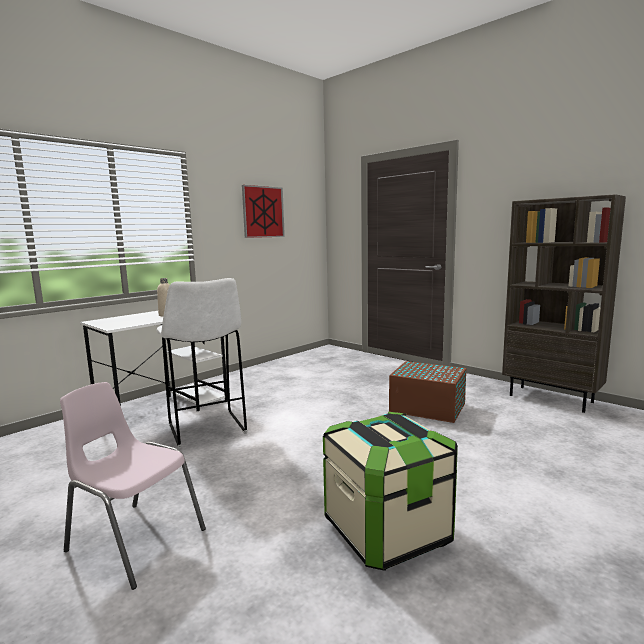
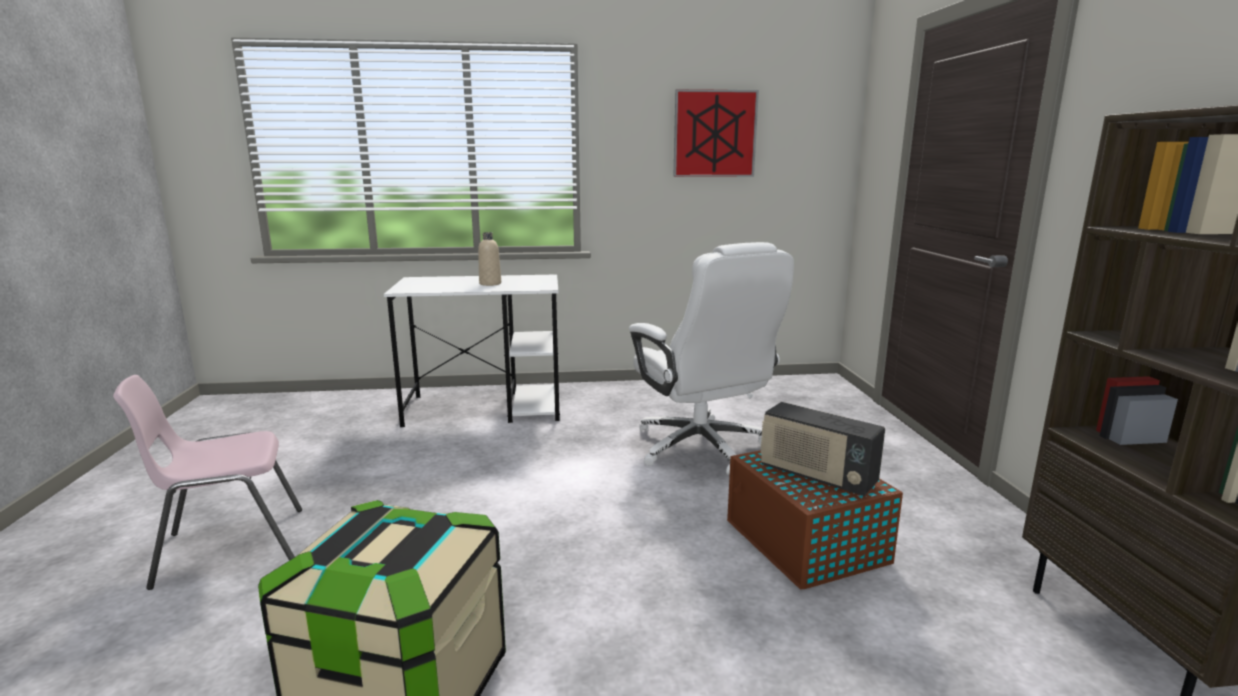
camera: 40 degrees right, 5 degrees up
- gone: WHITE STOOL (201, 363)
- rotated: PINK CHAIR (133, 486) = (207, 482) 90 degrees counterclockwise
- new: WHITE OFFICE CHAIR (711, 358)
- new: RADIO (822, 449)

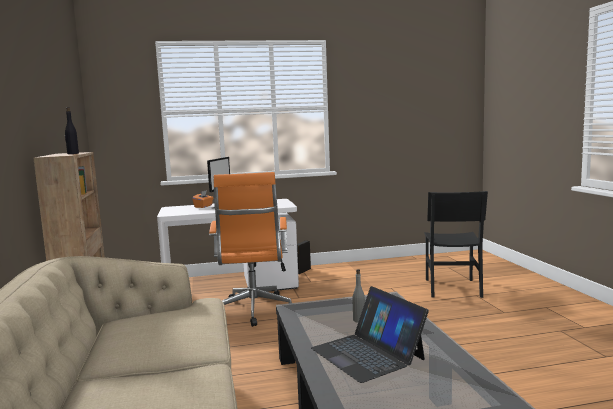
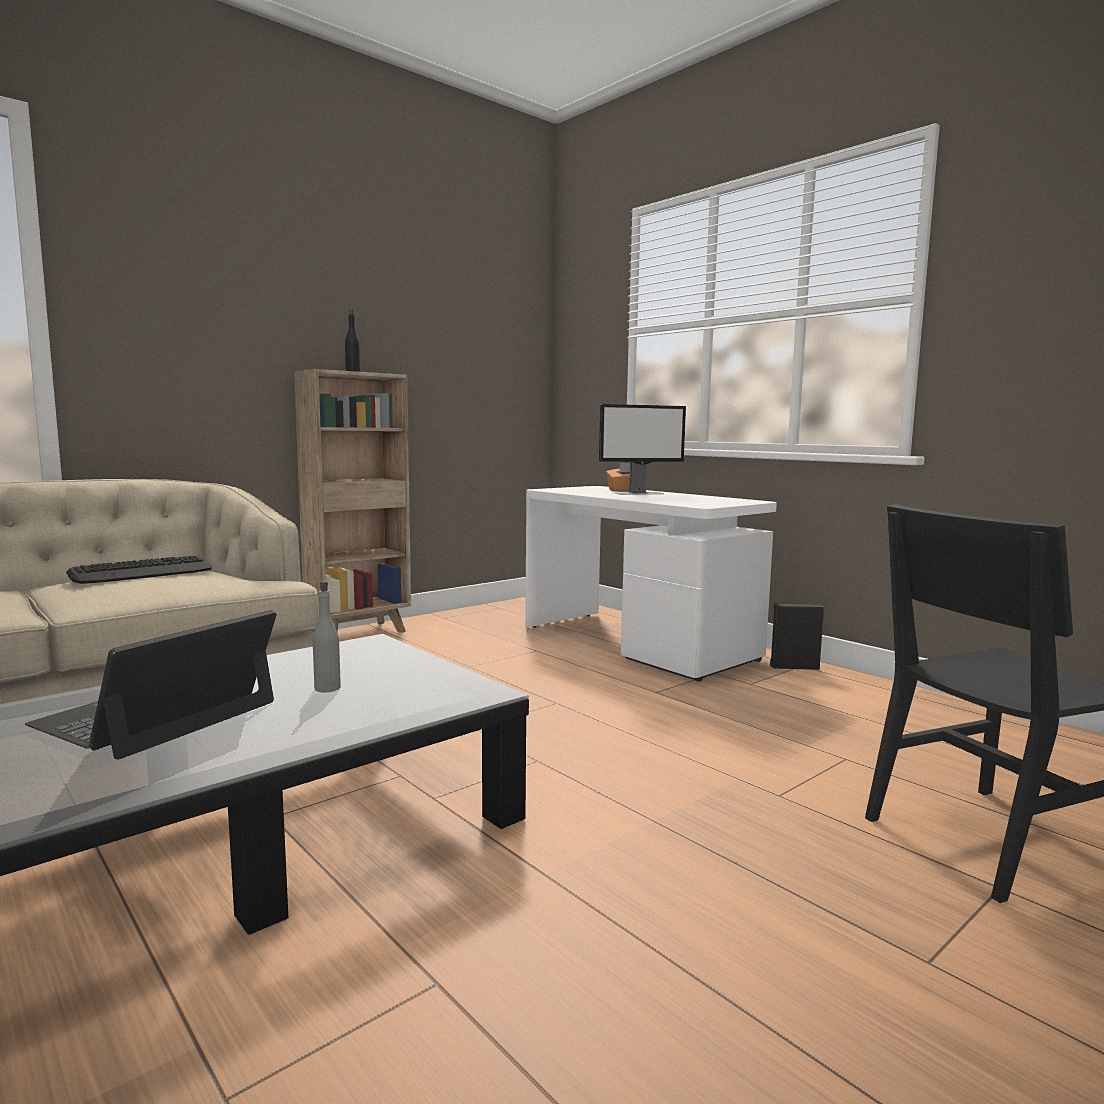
camera: 60 degrees right, 0 degrees up
- gone: ORANGE OFFICE CHAIR (250, 249)
- new: KEYBOARD (139, 570)

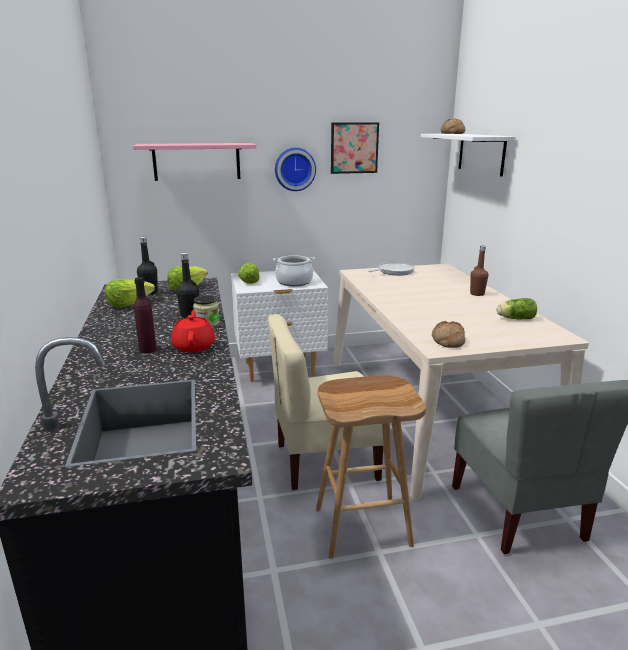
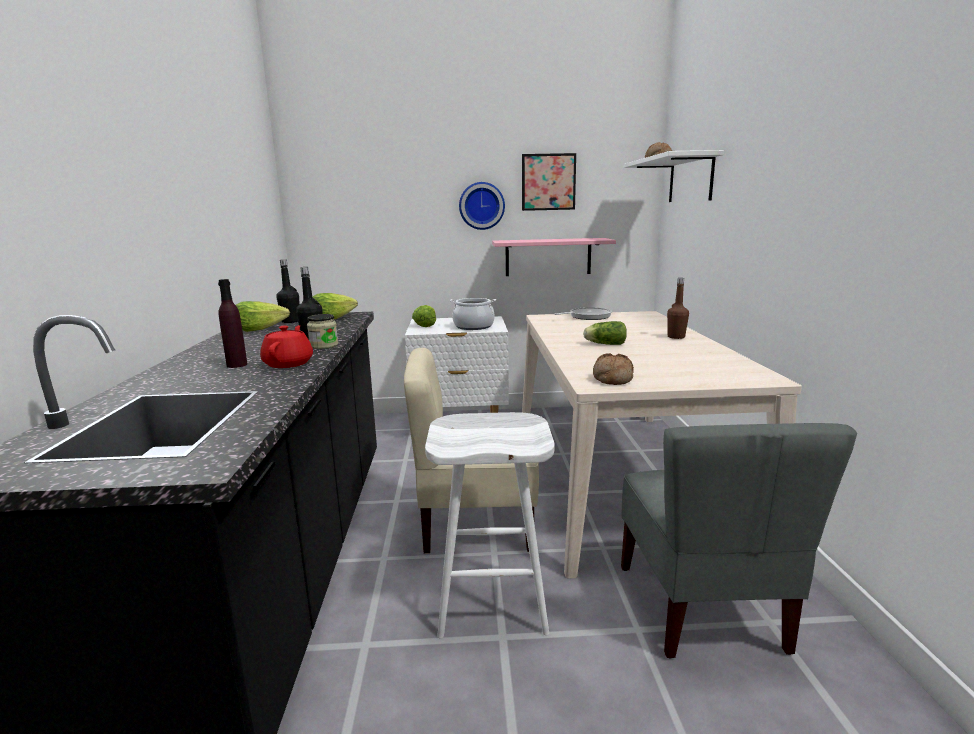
camera: 10 degrees right, 5 degrees down
- shifted: PINK SHELF (194, 162) to (554, 257)
- shifted: LETTUCE (517, 308) to (605, 333)
- repainted: BROWN STOOL (371, 467) to WHITE STOOL (490, 525)

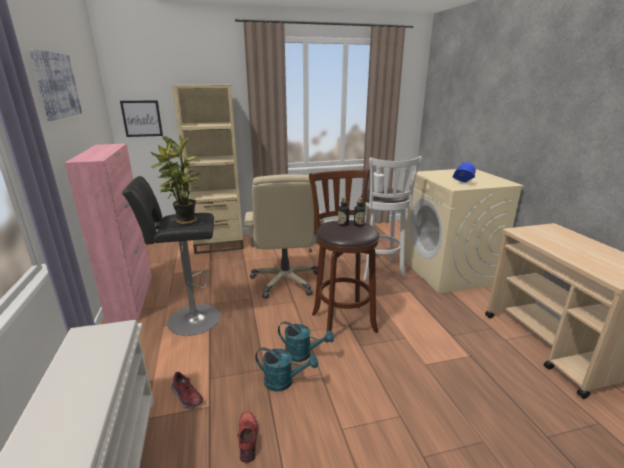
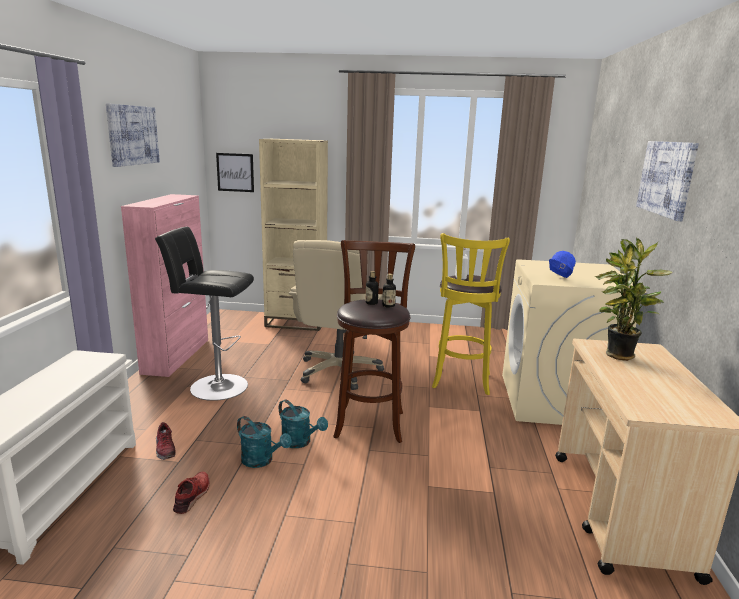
camera: 20 degrees right, 5 degrees down
- shifted: POTTED PLANT (175, 180) to (634, 299)
- repainted: WHITE STOOL (388, 218) to YELLOW STOOL (471, 314)
- new: PICTURE (667, 181)

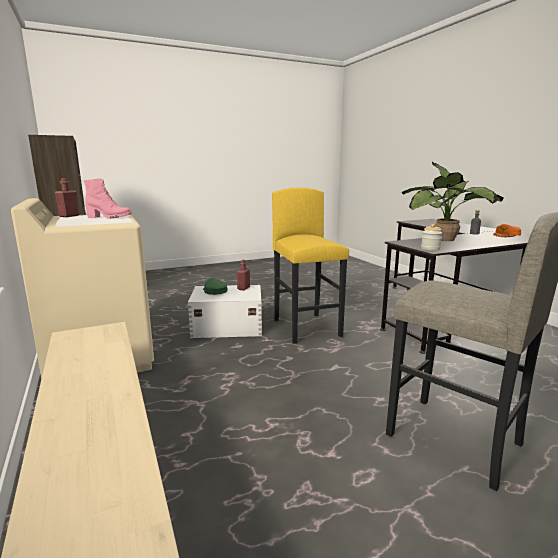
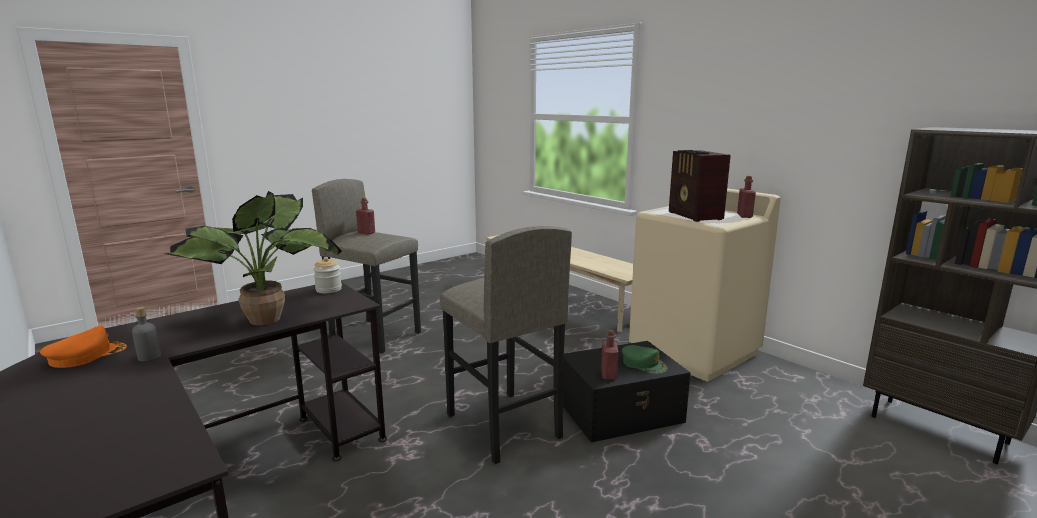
camera: 165 degrees right, 0 degrees up
- swapped: PINK BOOT (108, 198) to RADIO (700, 186)
- repainted: YELLOW STOOL (310, 265) to GREY STOOL (506, 345)
- repainted: WHITE STORAGE BOX (225, 311) to BLACK STORAGE BOX (627, 392)
- new: RED BOTTLE (365, 216)

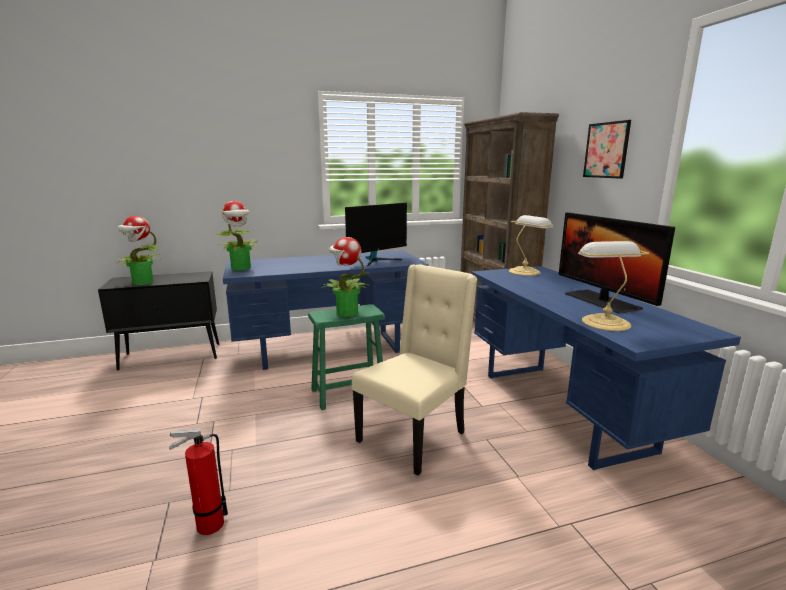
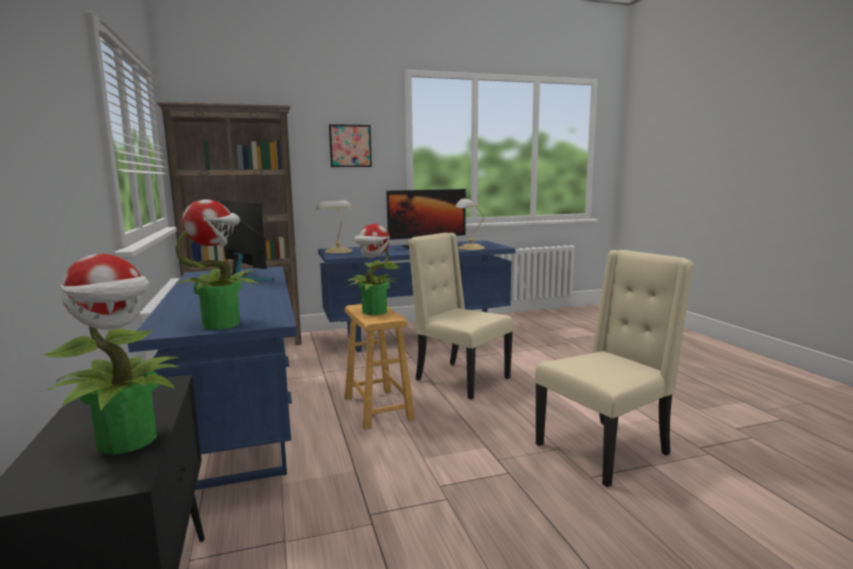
camera: 90 degrees left, 5 degrees down
- repainted: GREEN STOOL (346, 357) to BROWN STOOL (379, 366)
- swapped: FIRE EXTINGUISHER (198, 482) to BEIGE CHAIR (614, 368)

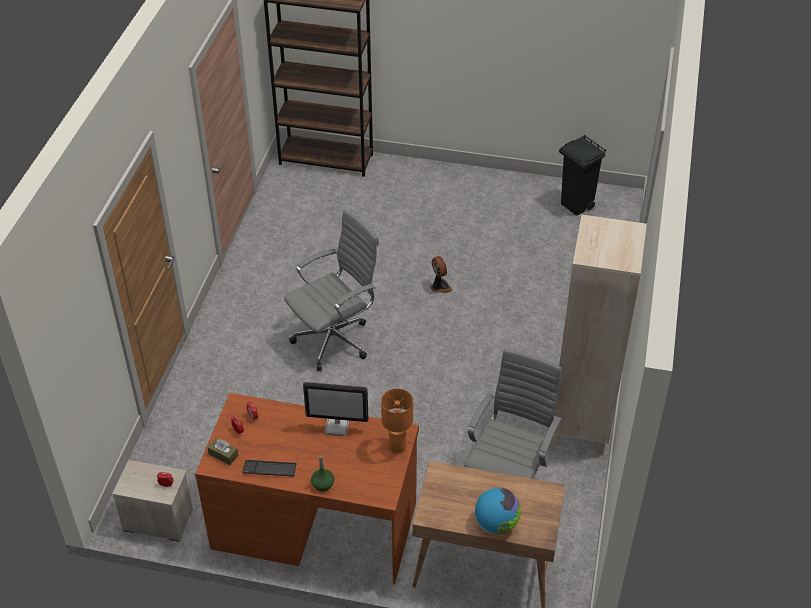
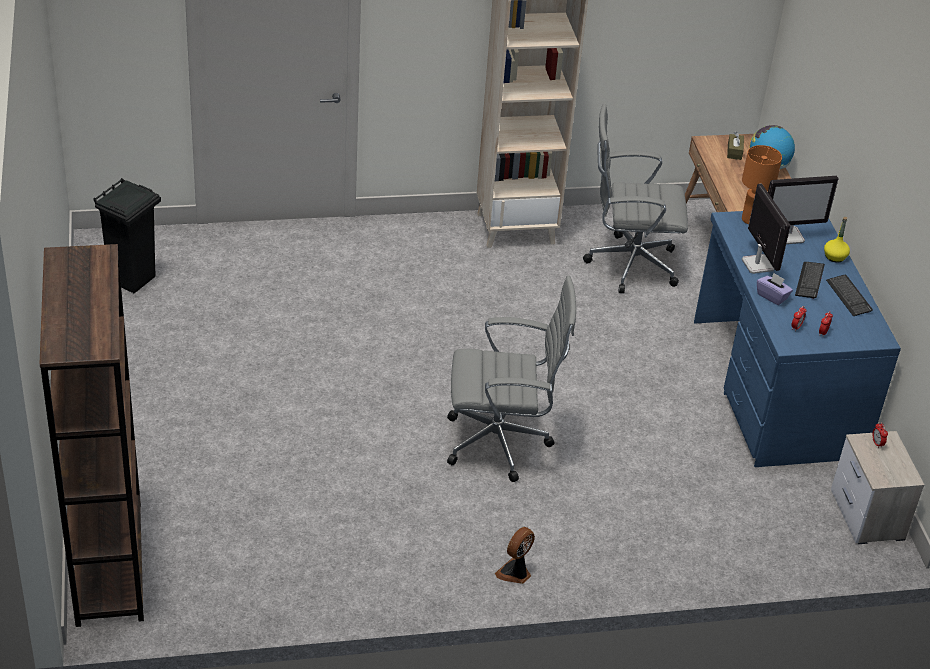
camera: 115 degrees left, 5 degrees down
- rotated: GREY OFFICE CHAIR (331, 290) = (511, 379) 150 degrees clockwise
- shifted: FAN (441, 274) to (515, 555)
- repainted: BROWN DESK (307, 488) to BLUE DESK (797, 339)
- shifted: BROWN TISSUE BOX (222, 451) to (735, 146)
- repainted: GREEN BOTTLE (322, 473) to YELLOW BOTTLE (837, 240)
- new: MONITOR (803, 210)
- new: KEYBOARD (810, 280)
- new: PURPLE TISSUE BOX (775, 289)

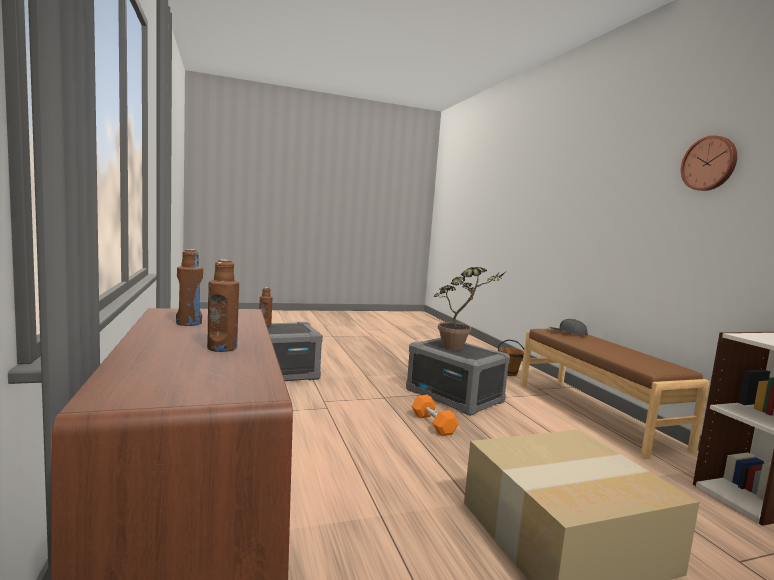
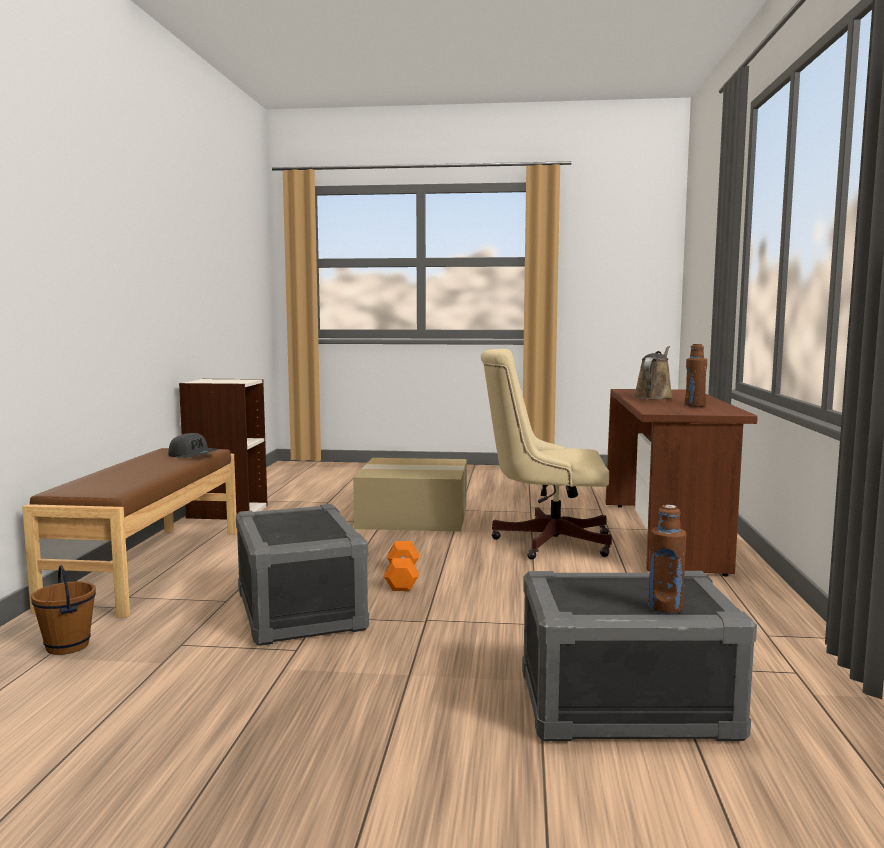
camera: 155 degrees left, 0 degrees up
- gone: WALL CLOCK (709, 163)
- swapped: BROWN BOTTLE (223, 306) to BROWN WATERING CAN (653, 372)
- gone: POTTED PLANT (469, 308)
- shifted: GREY CAP (569, 327) to (193, 445)
- new: BEIGE OFFICE CHAIR (546, 454)

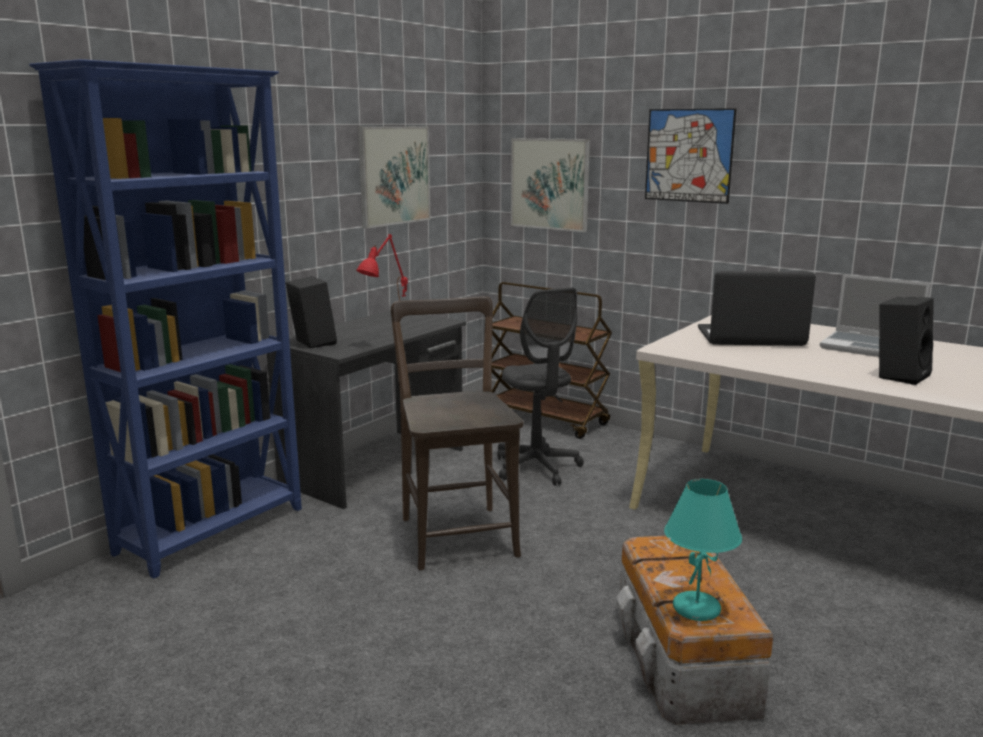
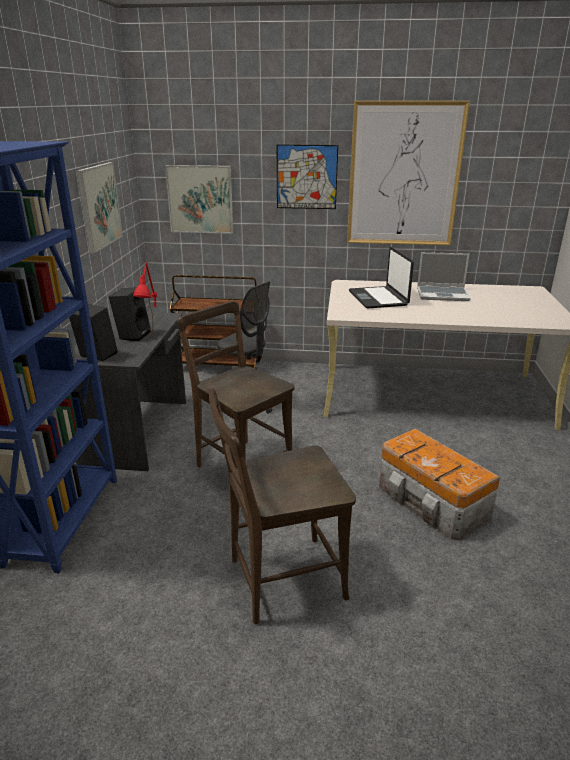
camera: 30 degrees left, 10 degrees up
- rotated: LAPTOP (757, 308) = (381, 277) 75 degrees counterclockwise
- shifted: BLACK SPEAKER (906, 341) to (130, 314)
- gone: TURQUOISE TABLE LAMP (703, 550)
- new: PICTURE (408, 173)
- new: BROWN CHAIR (282, 506)

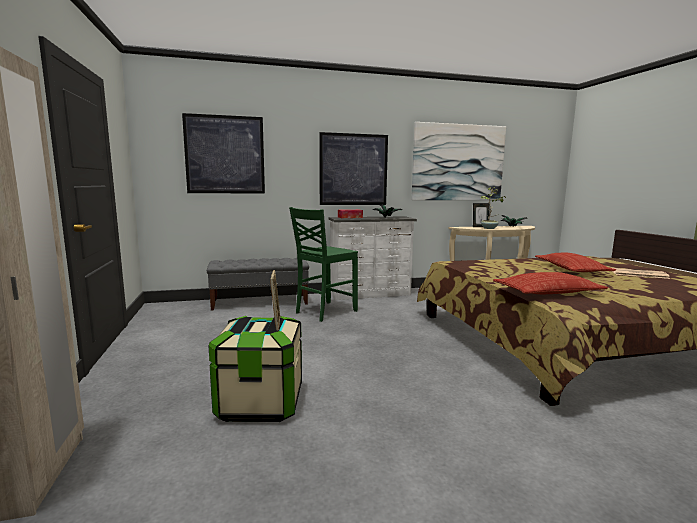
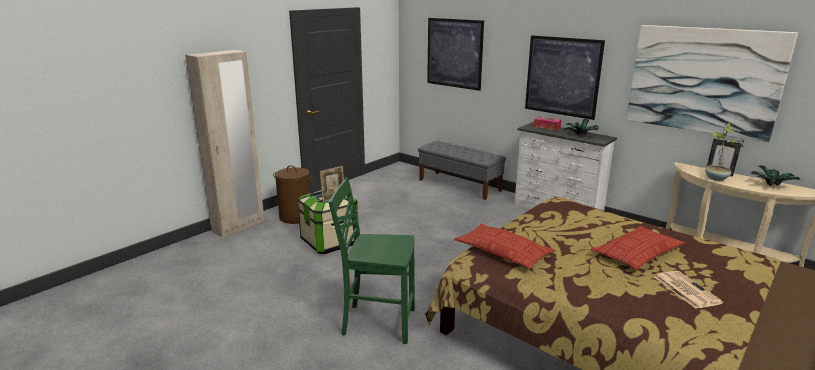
camera: 55 degrees right, 10 degrees up
- shifted: GREEN CHAIR (323, 264) to (371, 261)
- new: BROWN LAUNDRY BASKET (293, 194)

